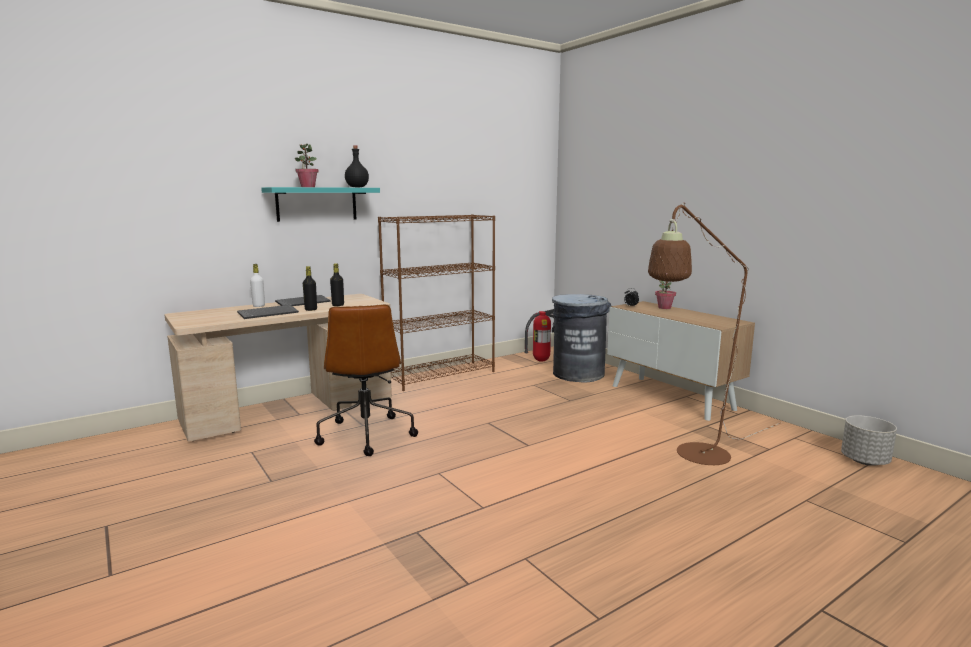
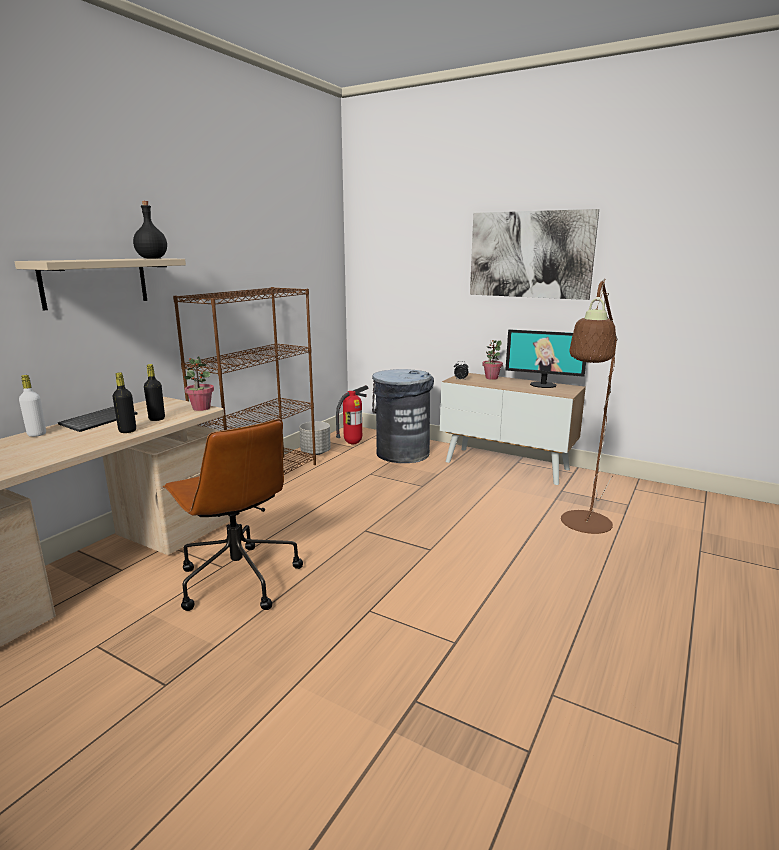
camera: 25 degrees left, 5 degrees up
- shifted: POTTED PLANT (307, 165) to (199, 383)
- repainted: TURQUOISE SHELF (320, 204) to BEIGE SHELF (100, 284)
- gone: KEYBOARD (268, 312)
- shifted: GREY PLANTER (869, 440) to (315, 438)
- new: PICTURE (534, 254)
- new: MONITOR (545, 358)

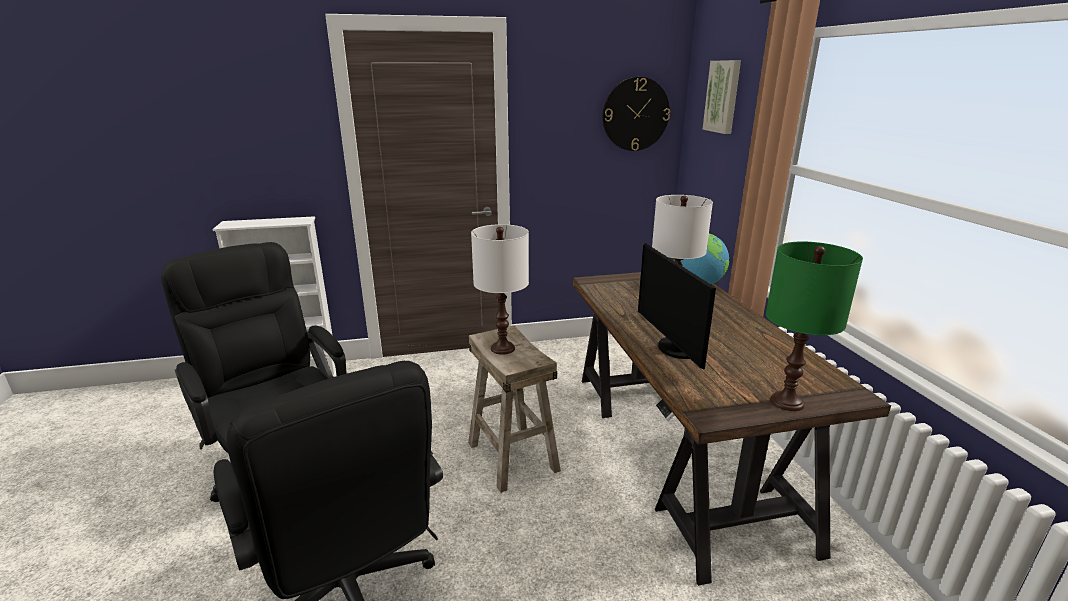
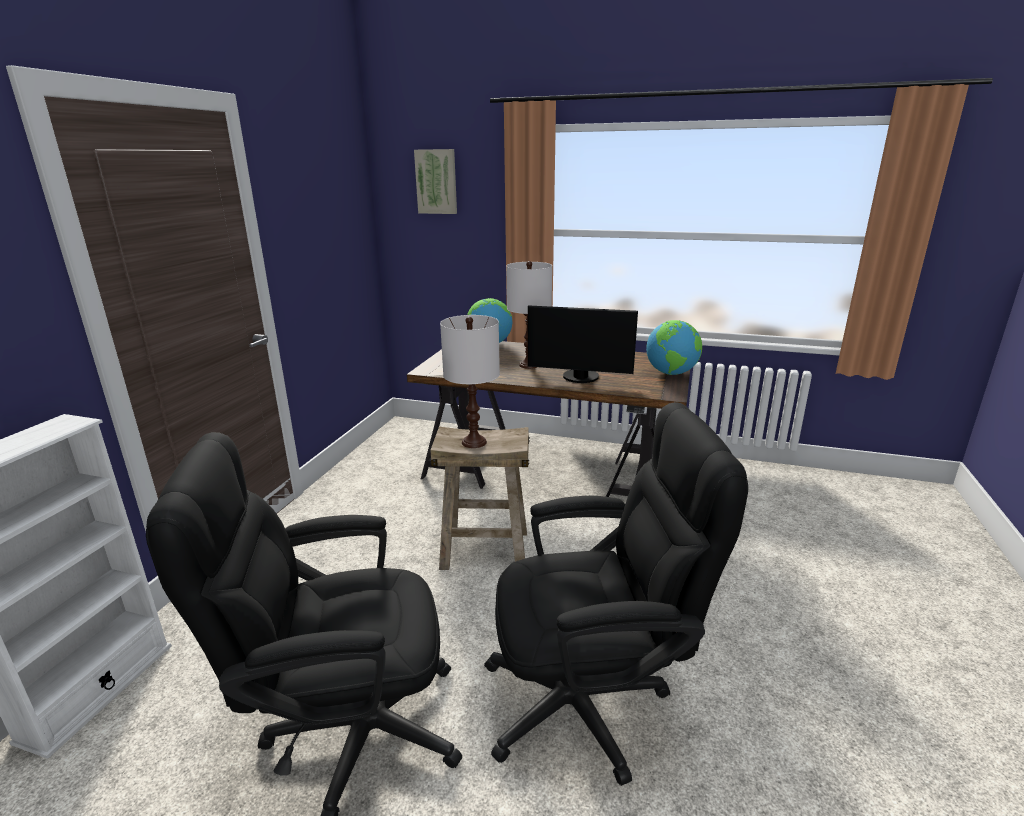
camera: 60 degrees left, 0 degrees up
- gone: WALL CLOCK (636, 114)
- swapped: GREEN TABLE LAMP (814, 326) to GLOBE (674, 347)

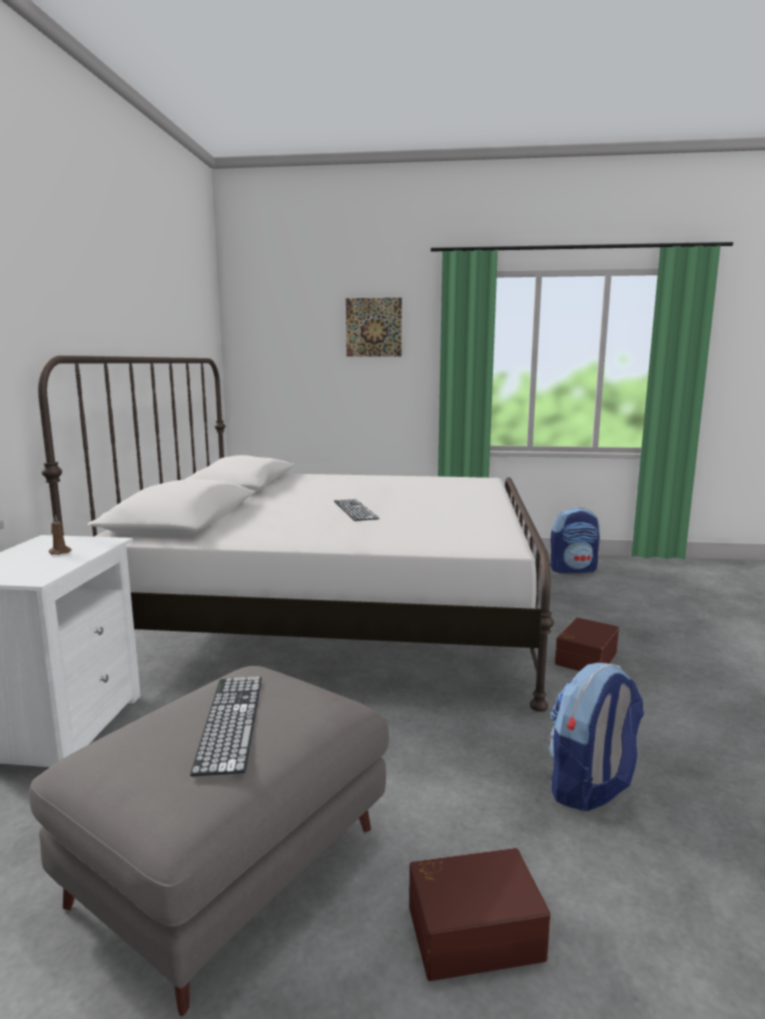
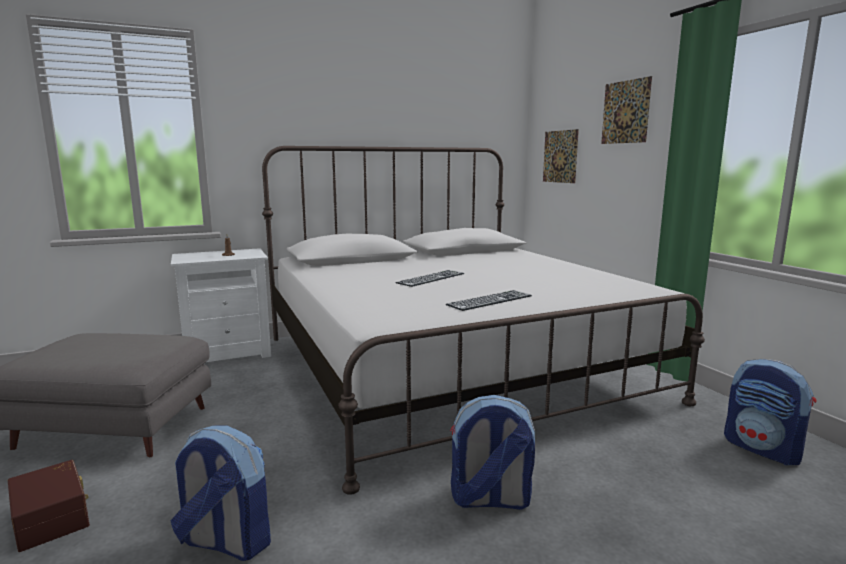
camera: 60 degrees right, 0 degrees up
- swapped: BROWN STORAGE BOX (587, 644) to BACKPACK (492, 452)
- shifted: KEYBOARD (226, 726) to (489, 300)
- new: PICTURE (561, 156)

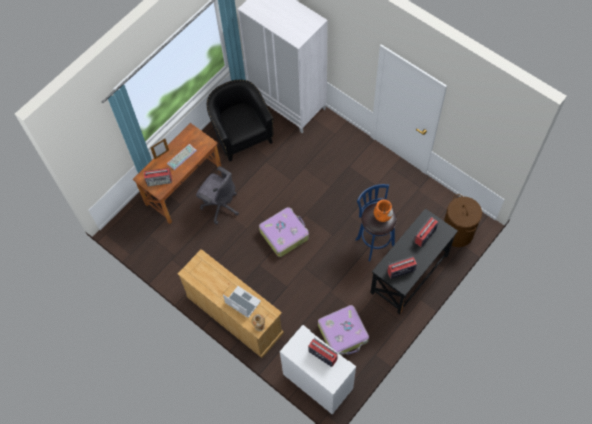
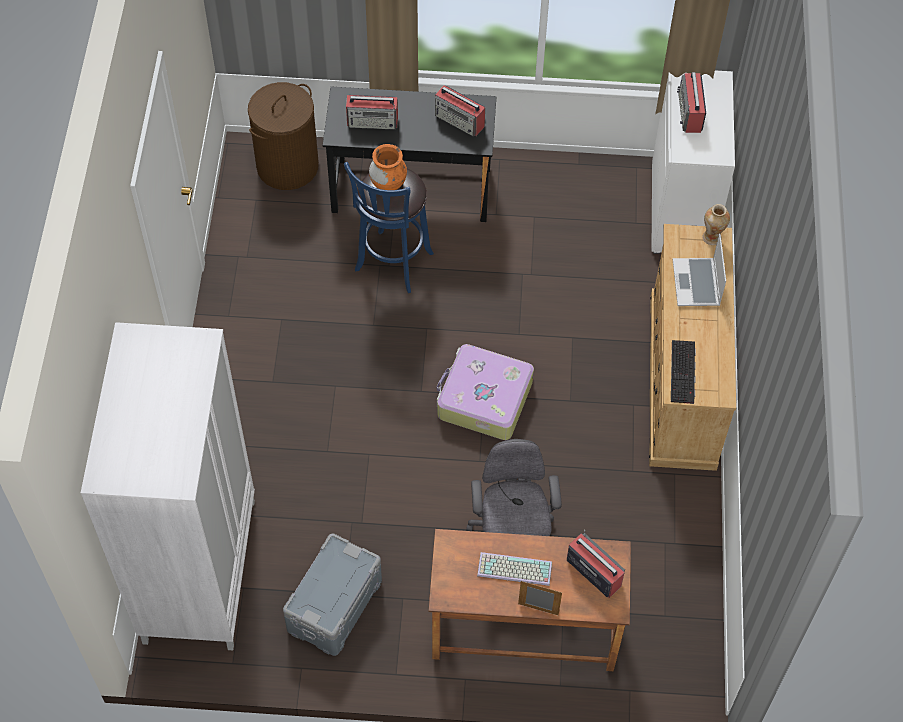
camera: 130 degrees left, 5 degrees down
- swapped: BLACK ARMCHAIR (240, 121) to GREY STORAGE BOX (332, 594)
- gone: SUITCASE (343, 330)
- new: KEYBOARD (683, 372)

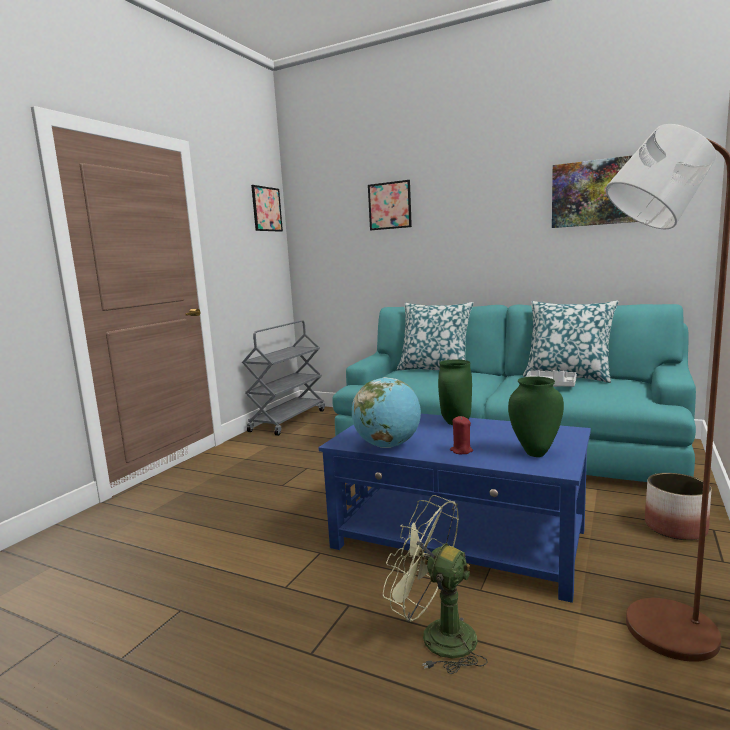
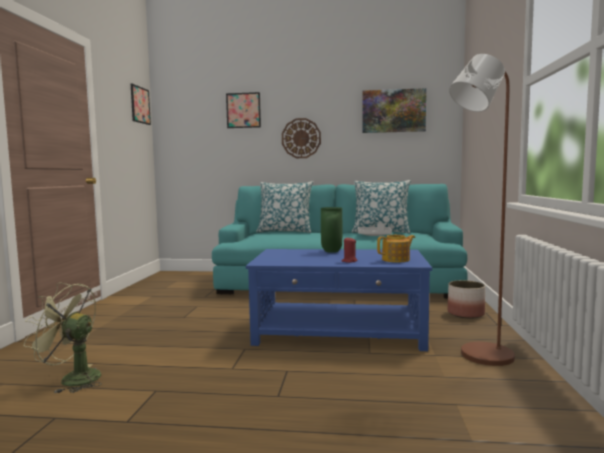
camera: 20 degrees left, 5 degrees down
- gone: GREY CART (283, 378)
- swapped: GREEN VASE (536, 416) to TEAPOT (396, 248)
- gone: GLOBE (386, 412)
- shifted: GREEN FAN (435, 584) to (63, 338)
- new: WALL CLOCK (301, 138)

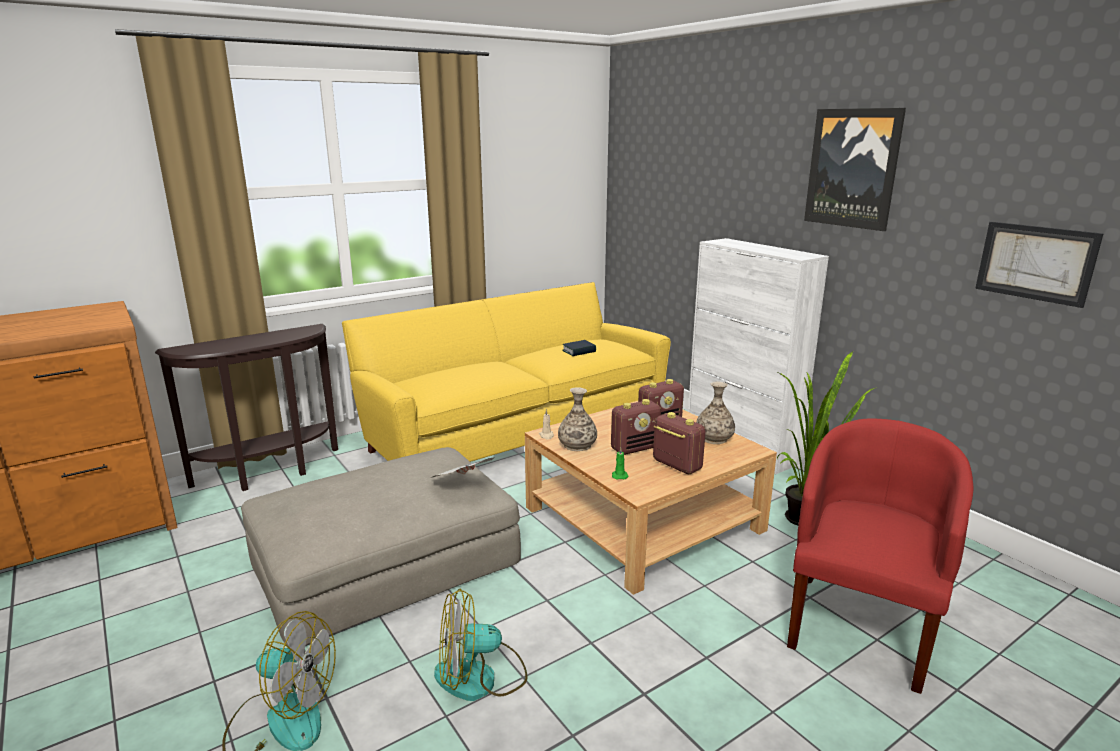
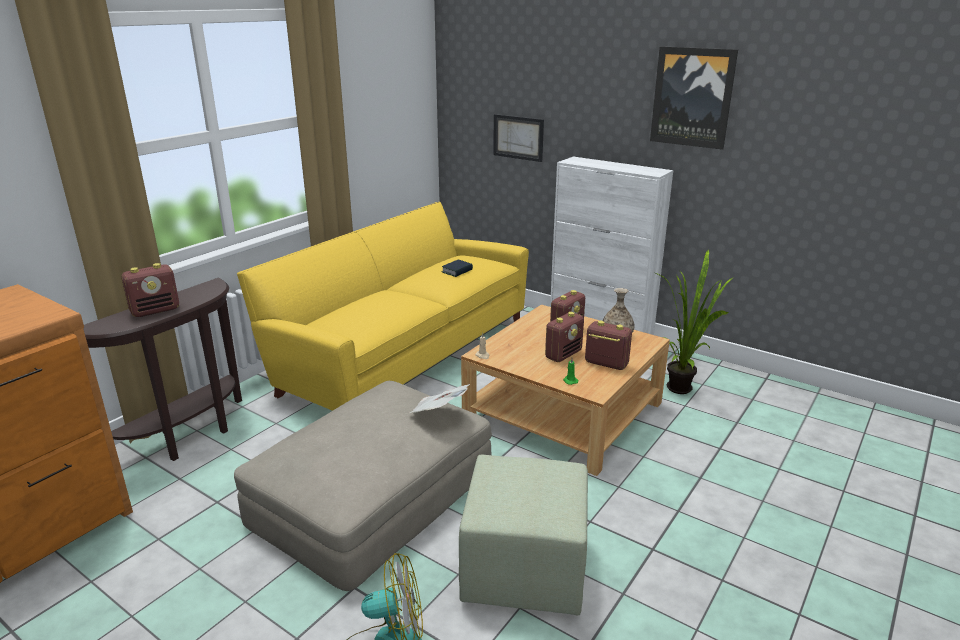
camera: 20 degrees left, 5 degrees up
- shifted: PICTURE (1039, 265) to (518, 138)
- gone: VASE (577, 419)
- gone: RED ARMCHAIR (880, 556)
- swapped: FAN (481, 645) to GREEN OTTOMAN (523, 534)
- new: RADIO (150, 290)

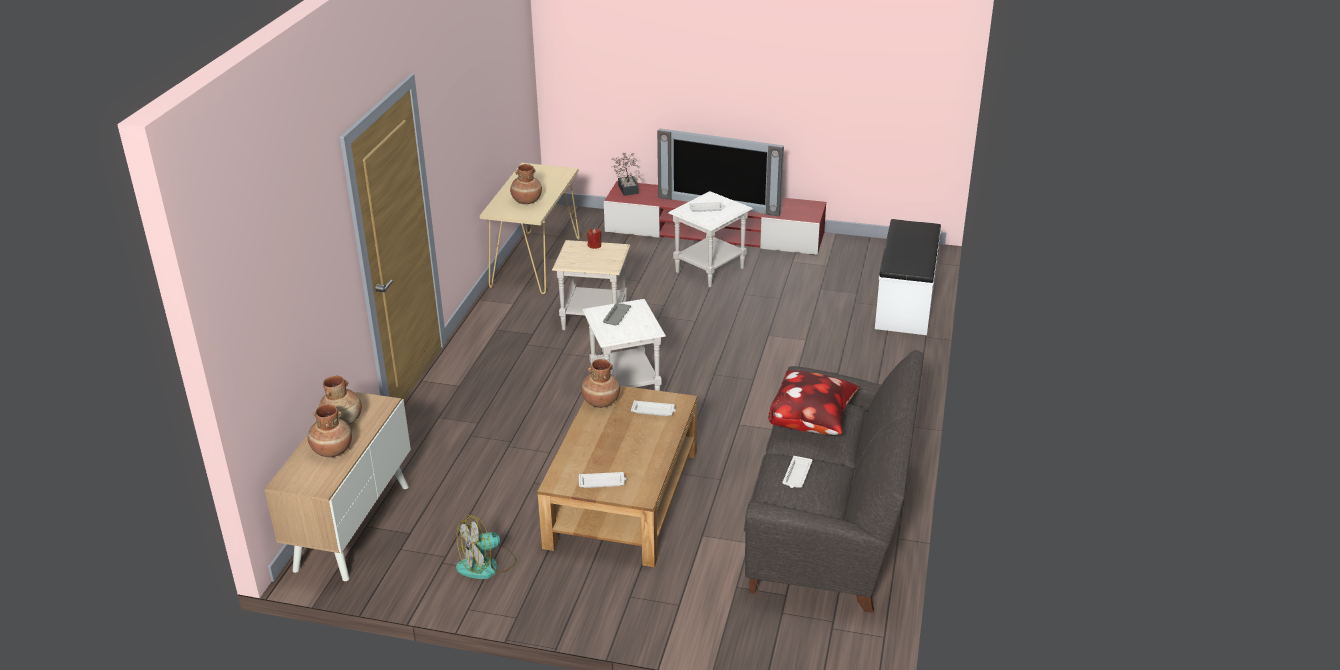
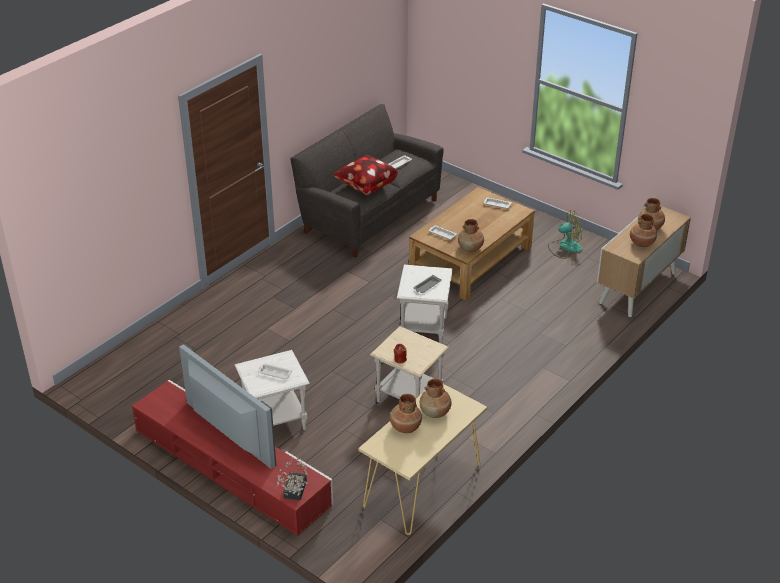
camera: 155 degrees left, 5 degrees up
- gone: WHITE BENCH (908, 277)
- new: BROWN VASE (406, 413)

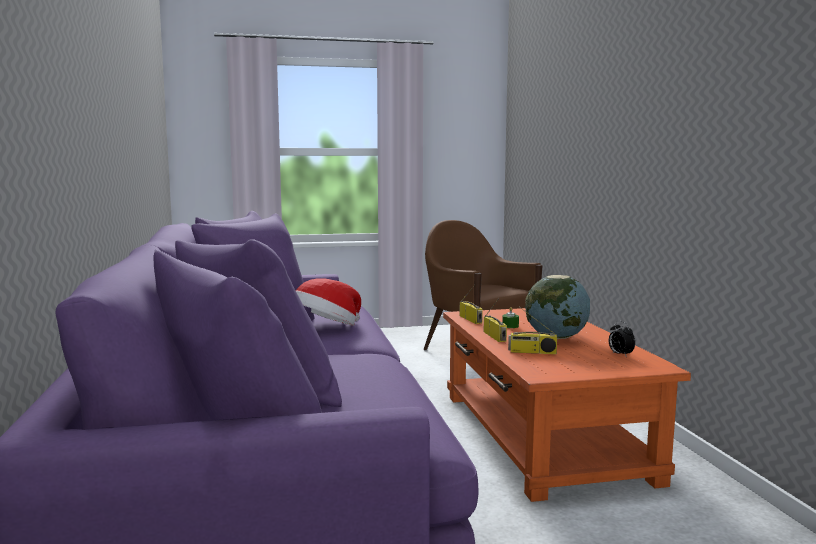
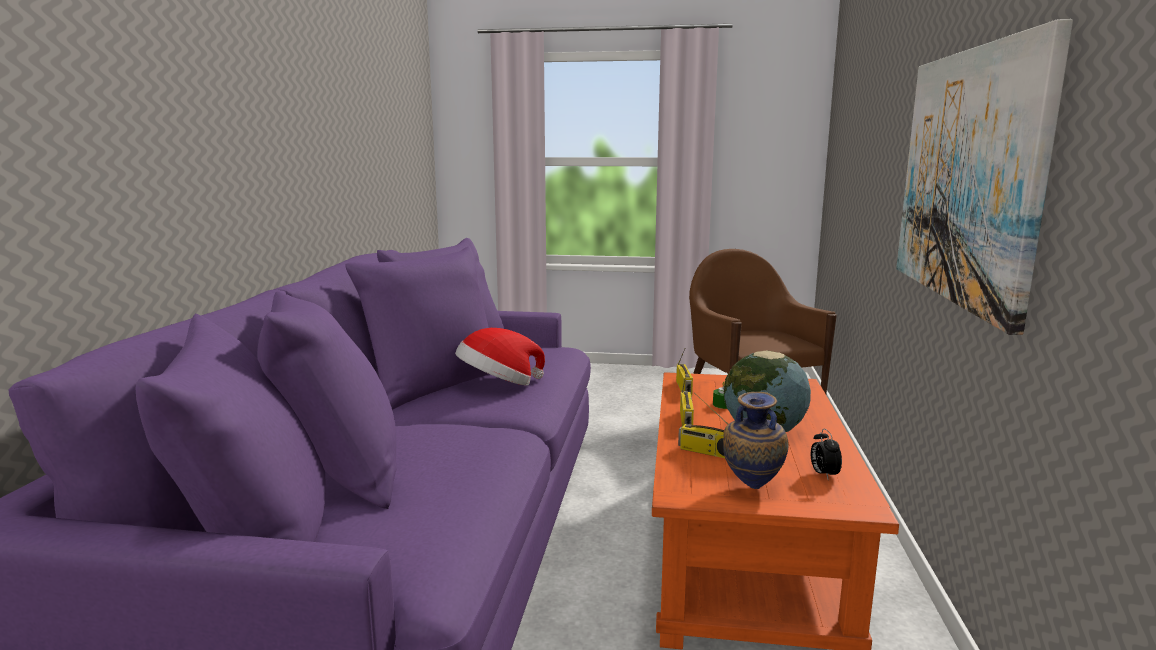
camera: 20 degrees right, 5 degrees up
- new: PICTURE (984, 177)
- new: VASE (756, 440)

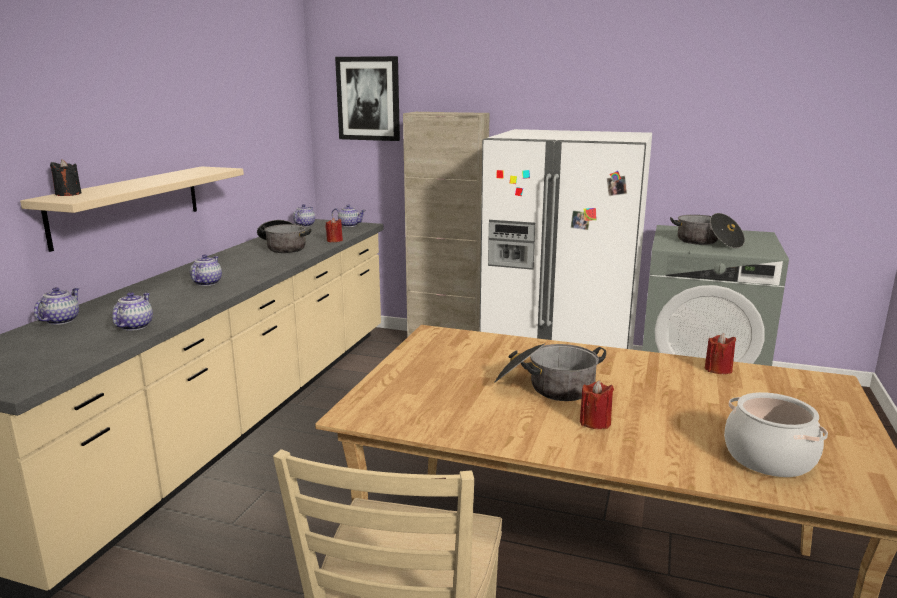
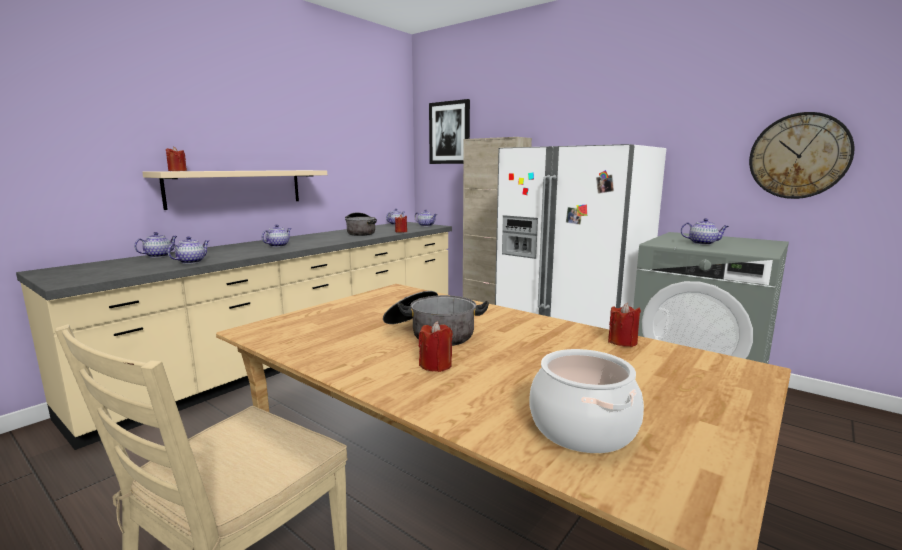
camera: 20 degrees right, 5 degrees down
- repainted: BLACK CANDLE (66, 177) to RED CANDLE (176, 158)
- swapped: COOKING POT (707, 230) to TEAPOT (705, 231)
- new: WALL CLOCK (801, 155)

